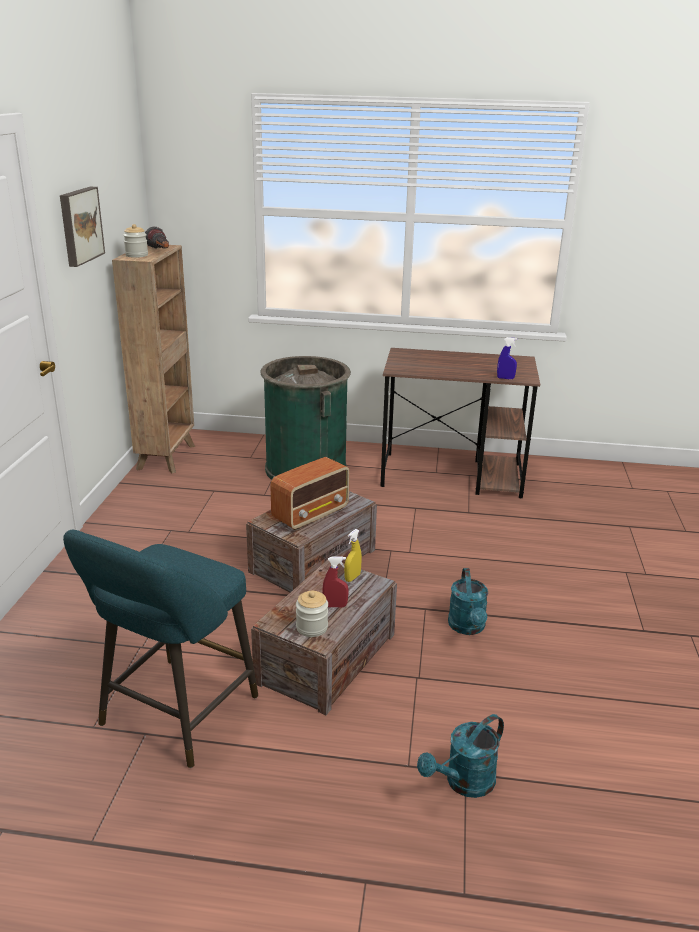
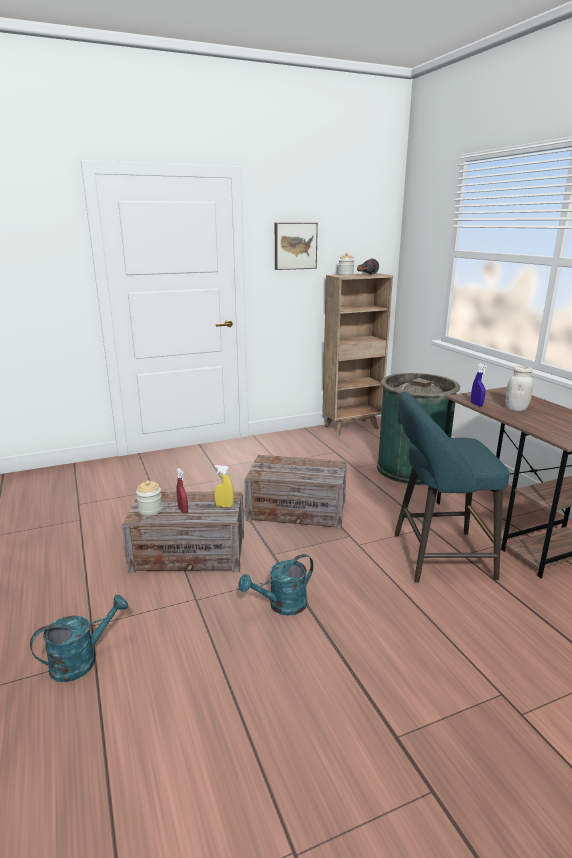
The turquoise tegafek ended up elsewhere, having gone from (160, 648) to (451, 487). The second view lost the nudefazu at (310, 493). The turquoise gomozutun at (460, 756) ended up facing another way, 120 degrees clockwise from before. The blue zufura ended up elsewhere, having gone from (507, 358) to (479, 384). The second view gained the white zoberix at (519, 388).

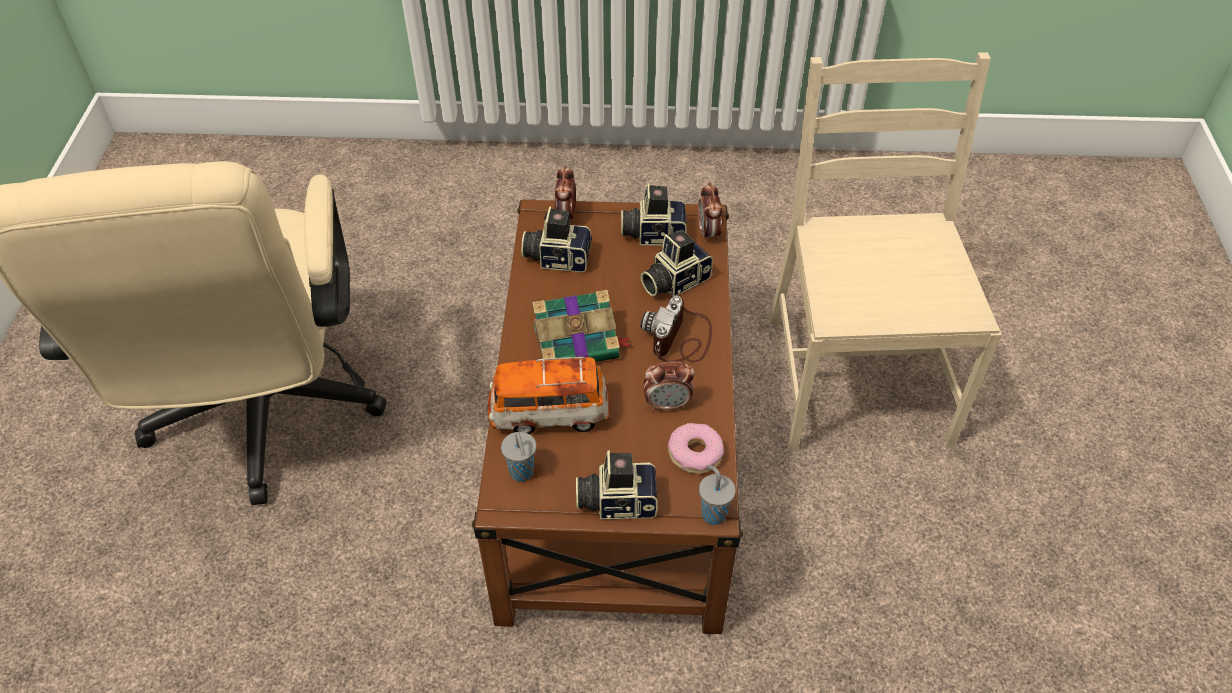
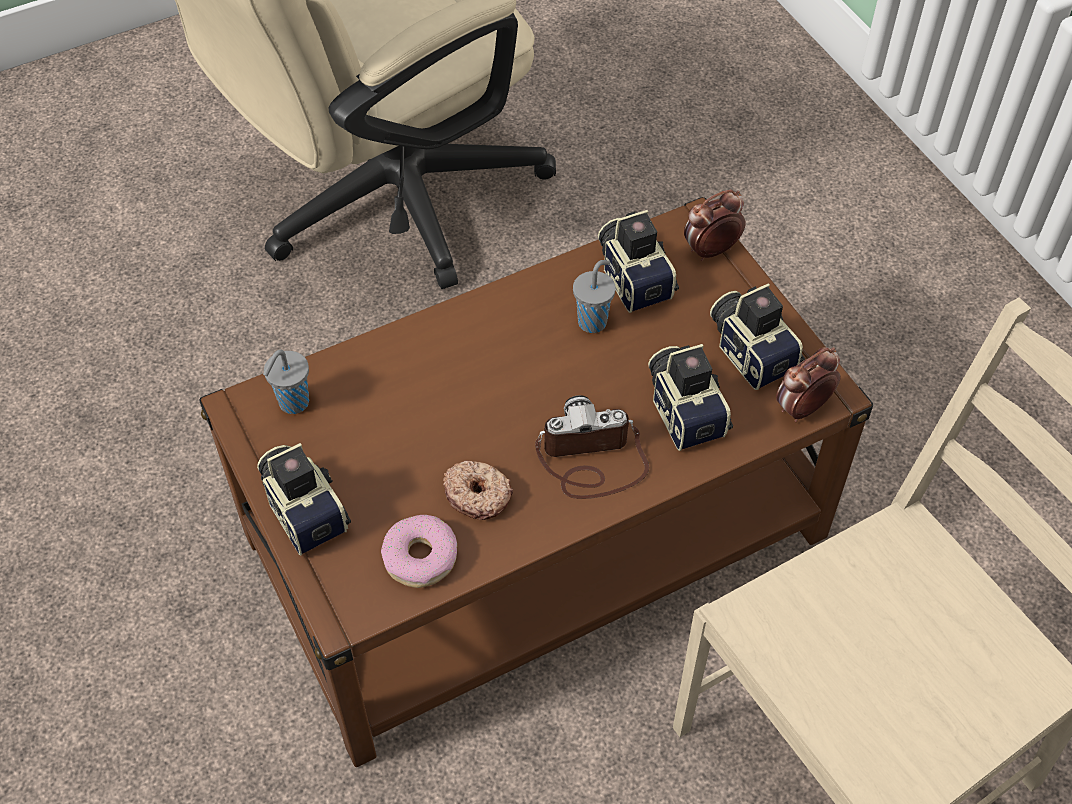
The second view lost the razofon at (548, 395). The second view lost the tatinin at (582, 326). The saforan at (677, 263) ended up facing another way, 45 degrees clockwise from before. Where the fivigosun stood at (669, 386), the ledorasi came to stand at (478, 490). The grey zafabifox ended up elsewhere, having gone from (717, 495) to (594, 296).

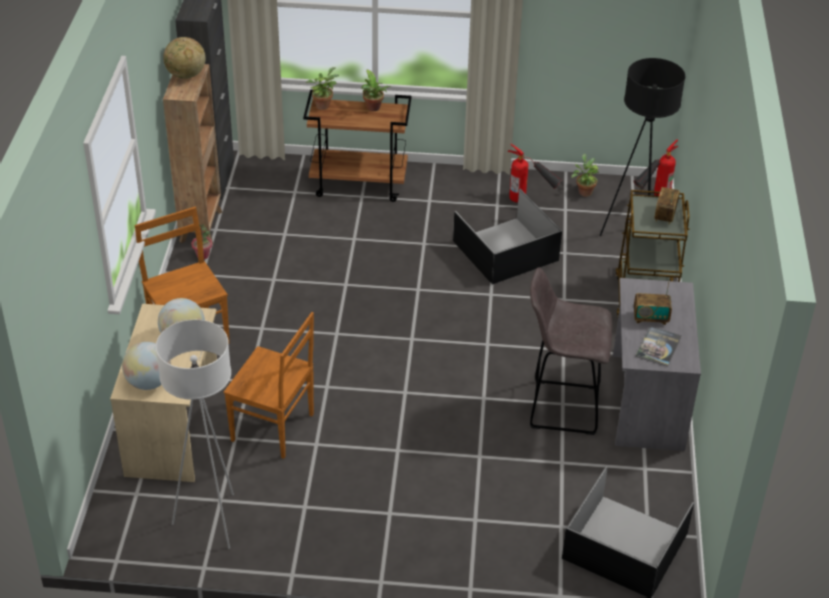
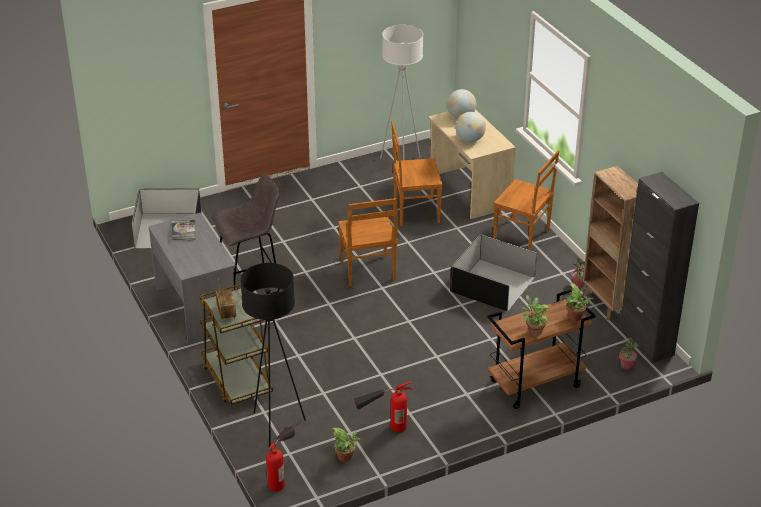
The second view lost the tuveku at (184, 58). The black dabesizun ended up elsewhere, having gone from (507, 236) to (493, 272). The second view lost the nudefazu at (653, 303). The second view gained the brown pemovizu at (368, 242). The second view gained the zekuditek at (628, 354).

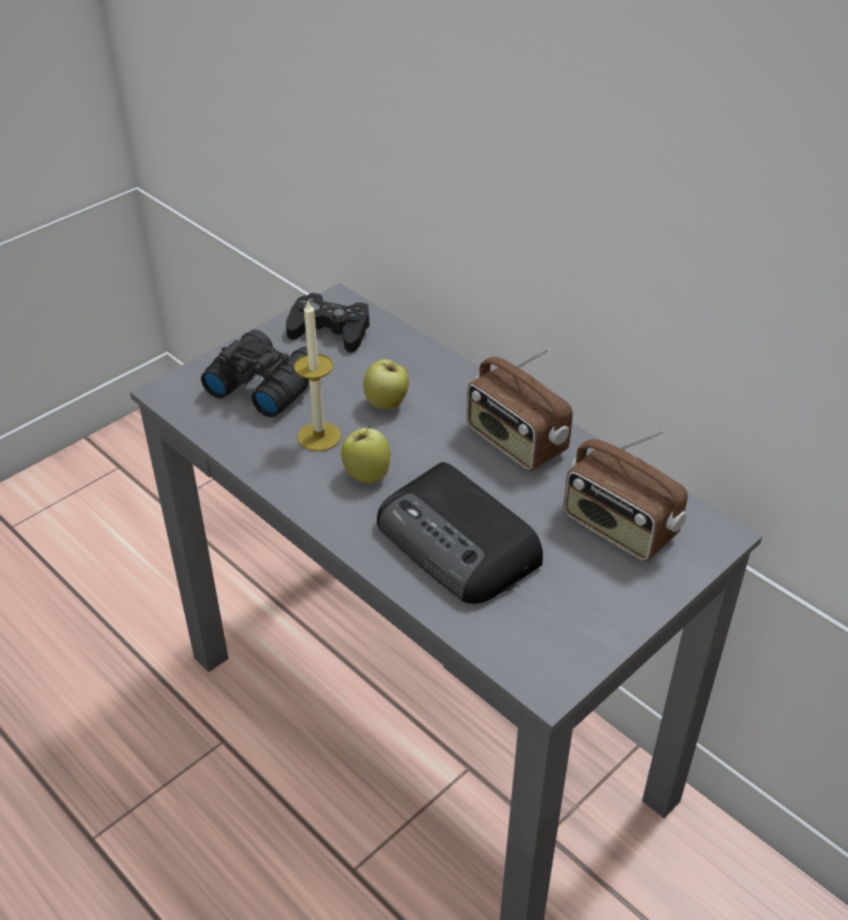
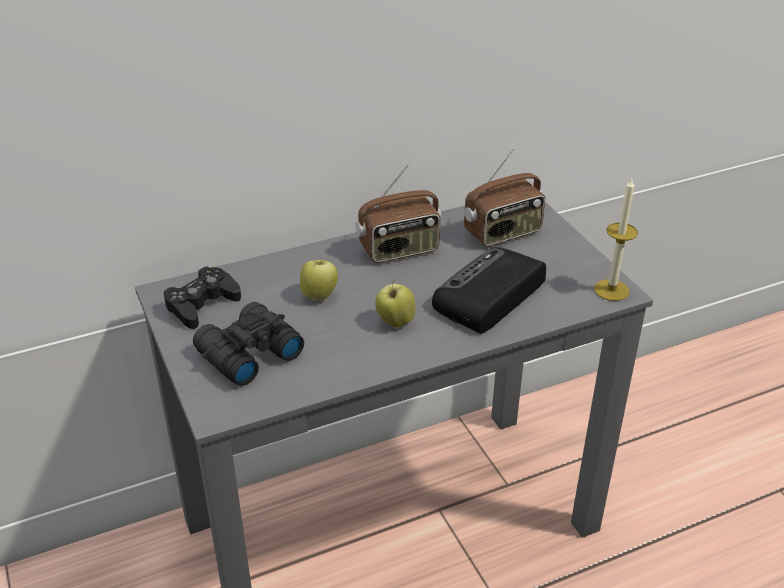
The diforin ended up elsewhere, having gone from (317, 375) to (616, 239). The nudefazu at (460, 533) ended up facing another way, 150 degrees clockwise from before.

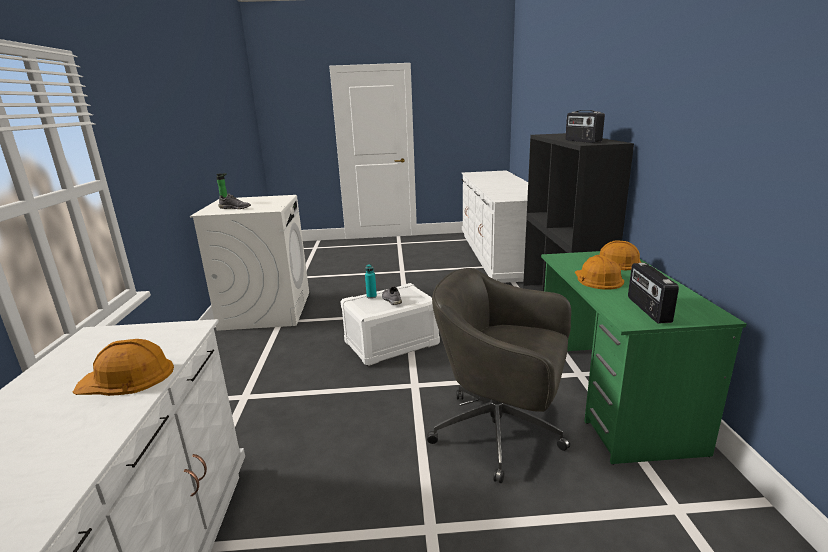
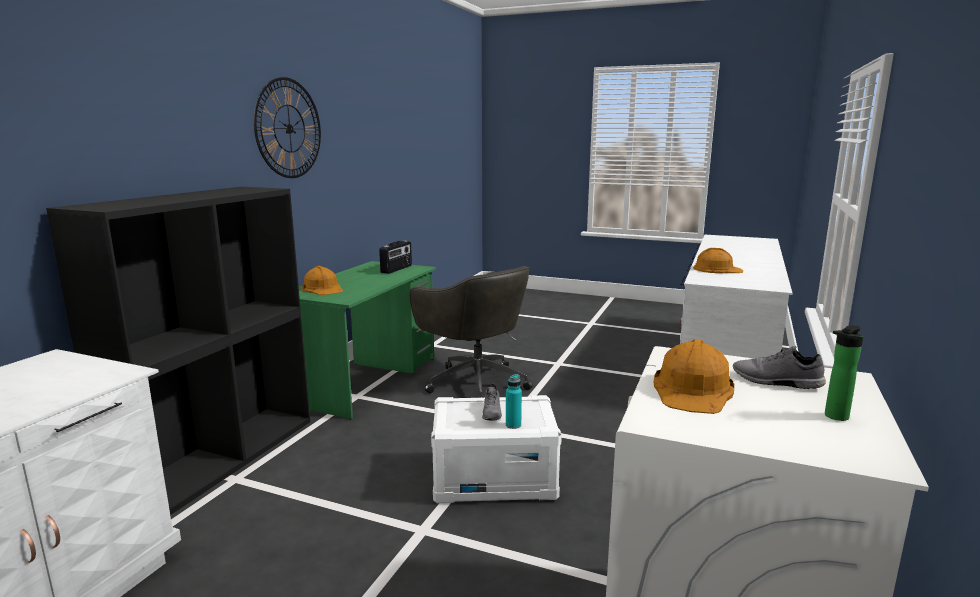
The second view lost the nudefazu at (585, 126). The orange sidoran ended up elsewhere, having gone from (599, 272) to (694, 376). The second view gained the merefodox at (287, 127).

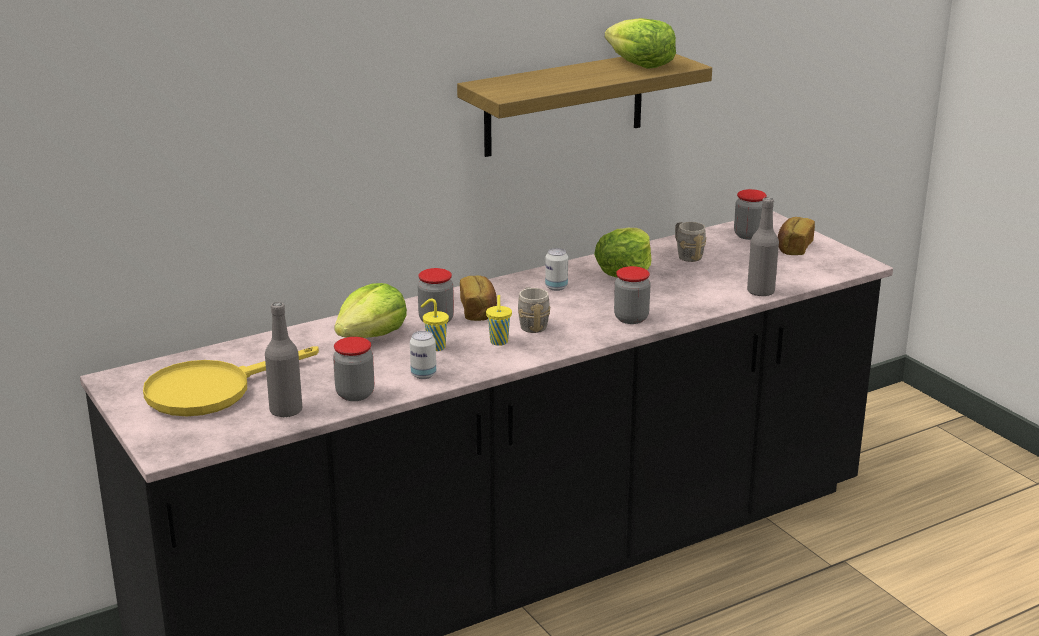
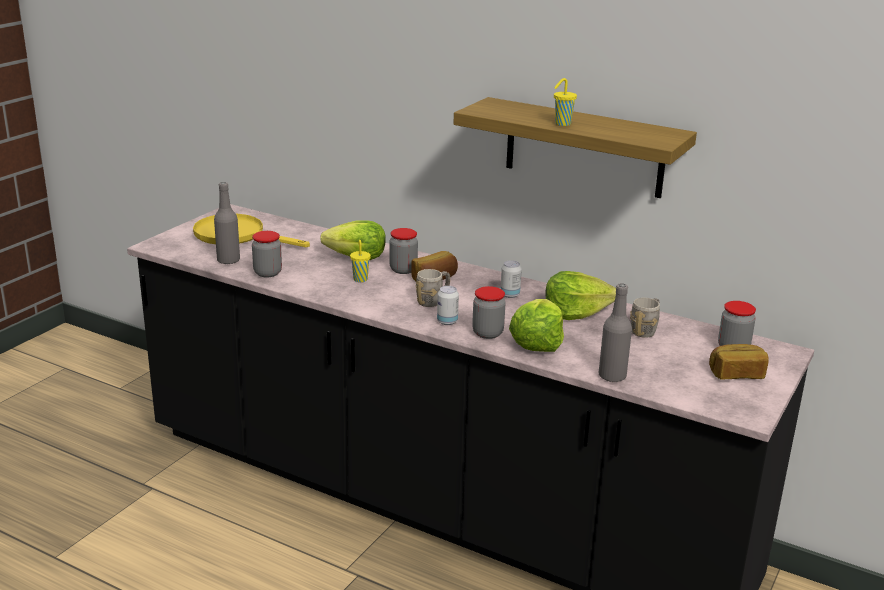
The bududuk ended up elsewhere, having gone from (423, 355) to (448, 305). The yellow zafabifox ended up elsewhere, having gone from (499, 320) to (565, 102). The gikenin ended up elsewhere, having gone from (640, 43) to (536, 325).

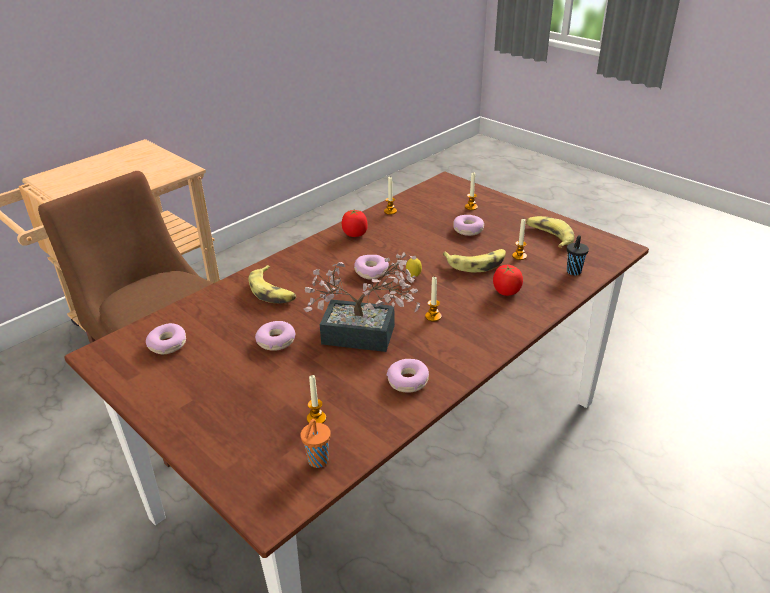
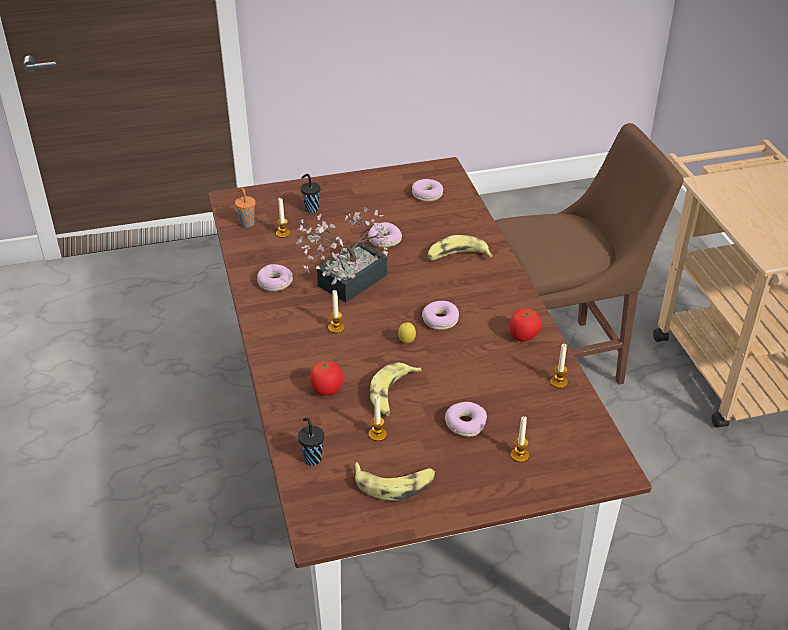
The second view gained the black zafabifox at (310, 193).

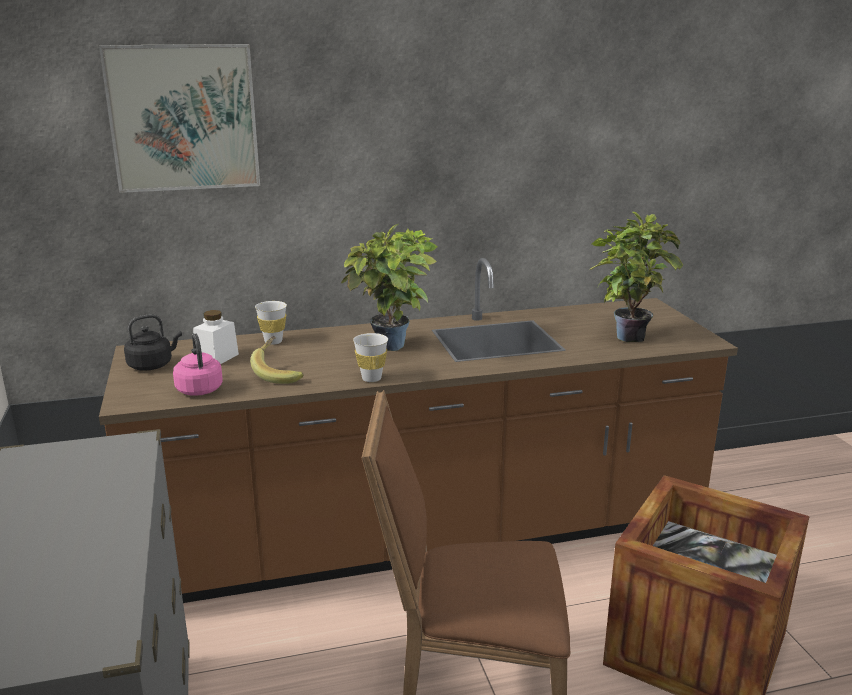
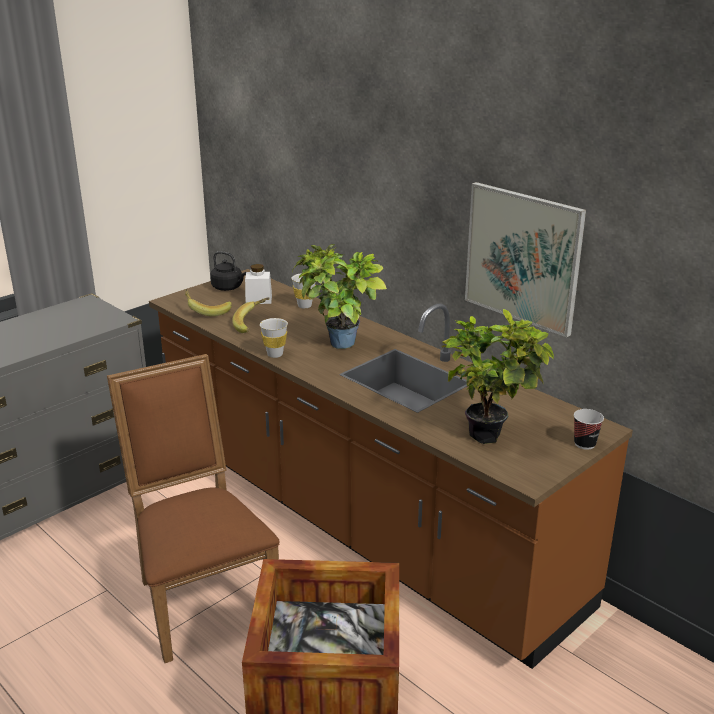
The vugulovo ended up elsewhere, having gone from (179, 118) to (525, 259). Where the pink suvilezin stood at (198, 364), the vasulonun came to stand at (208, 302). The second view gained the zafabifox at (589, 429).

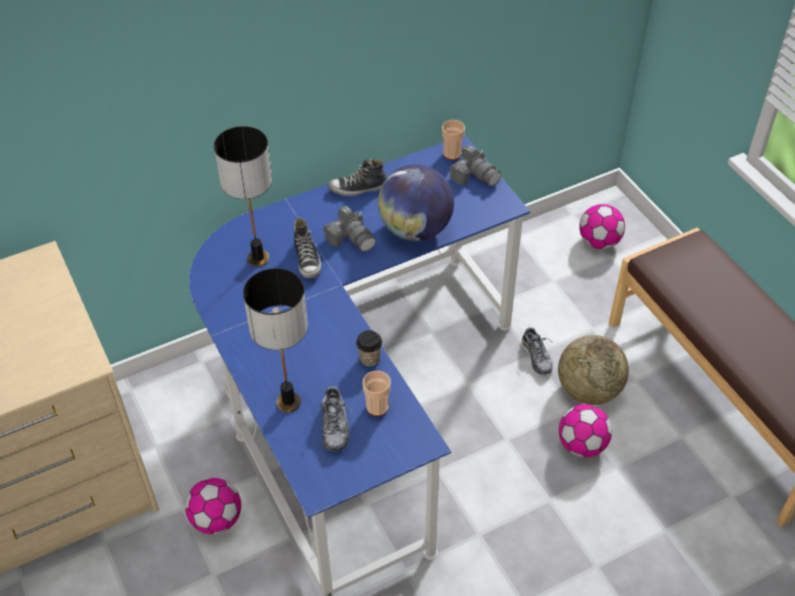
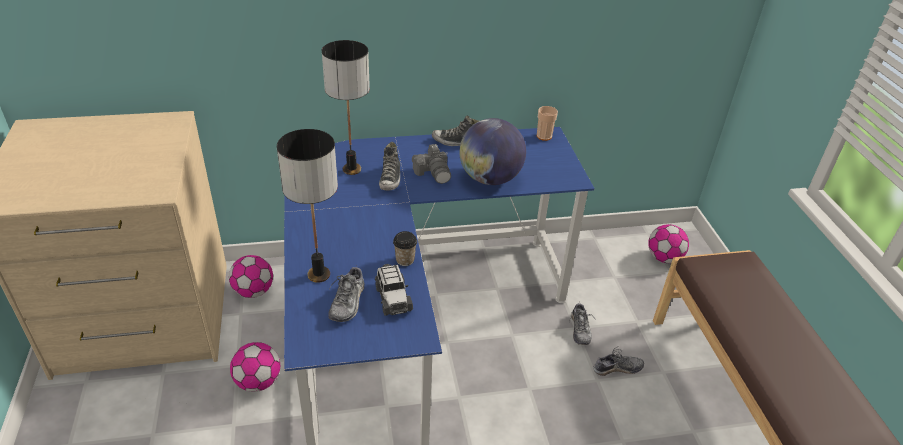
Where the zafabifox stood at (377, 393), the razofon came to stand at (394, 290). The second view lost the saforan at (475, 165). Where the tuveku stood at (593, 370), the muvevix came to stand at (618, 361). The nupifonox ended up elsewhere, having gone from (585, 430) to (251, 276).

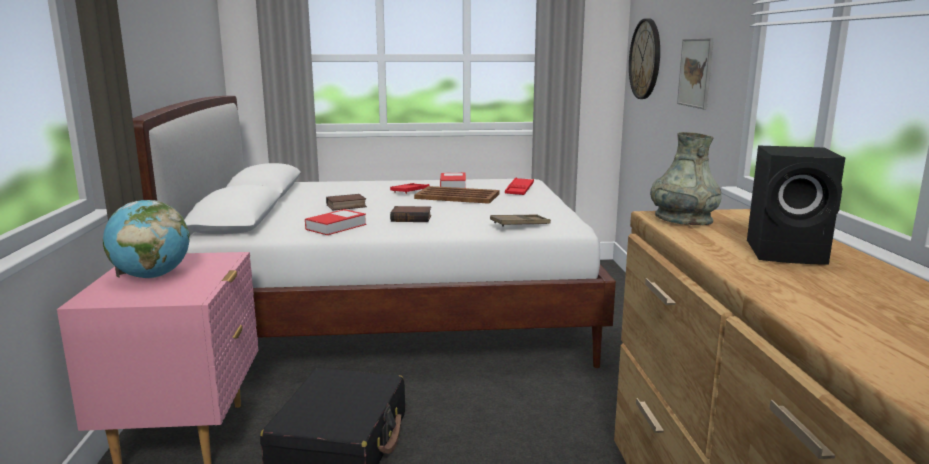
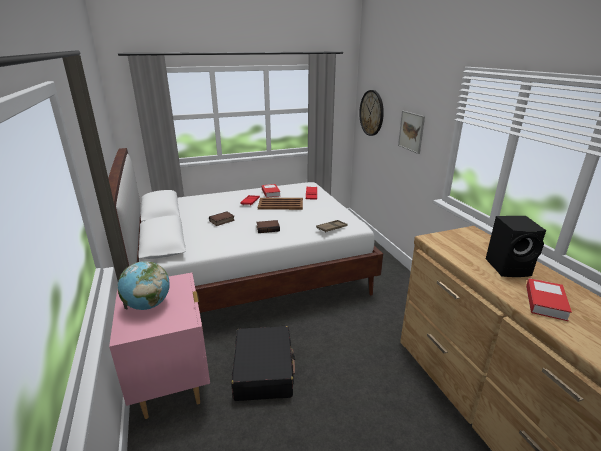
The tatinin ended up elsewhere, having gone from (335, 222) to (549, 299). The second view lost the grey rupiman at (686, 178).

